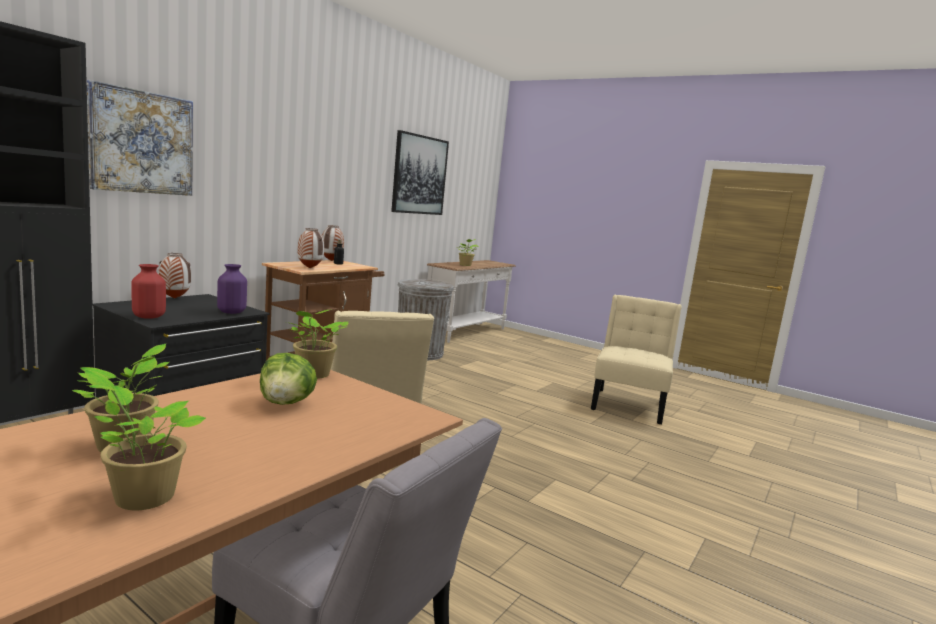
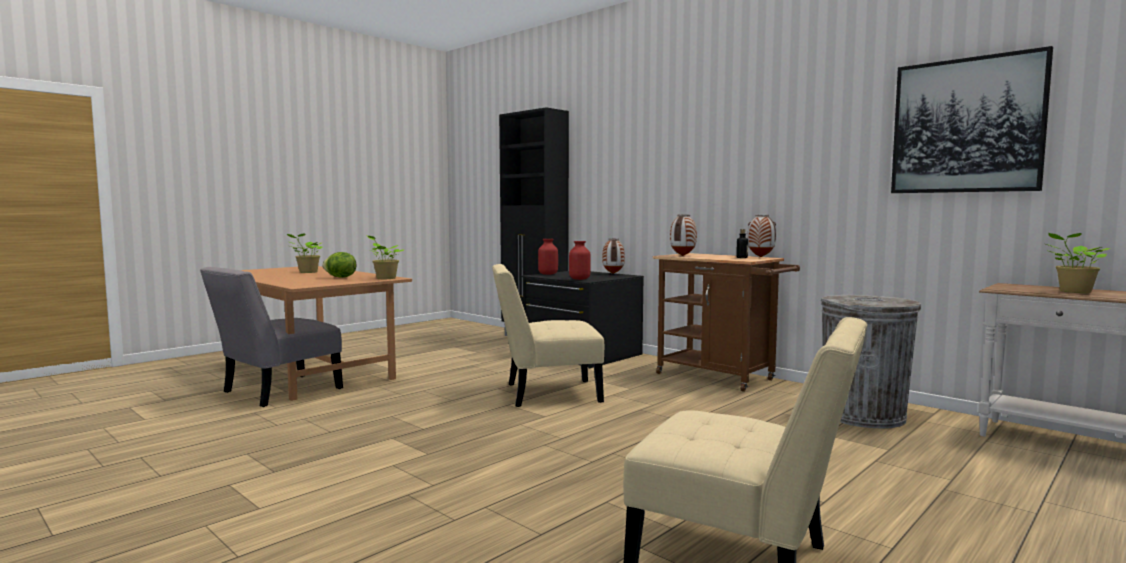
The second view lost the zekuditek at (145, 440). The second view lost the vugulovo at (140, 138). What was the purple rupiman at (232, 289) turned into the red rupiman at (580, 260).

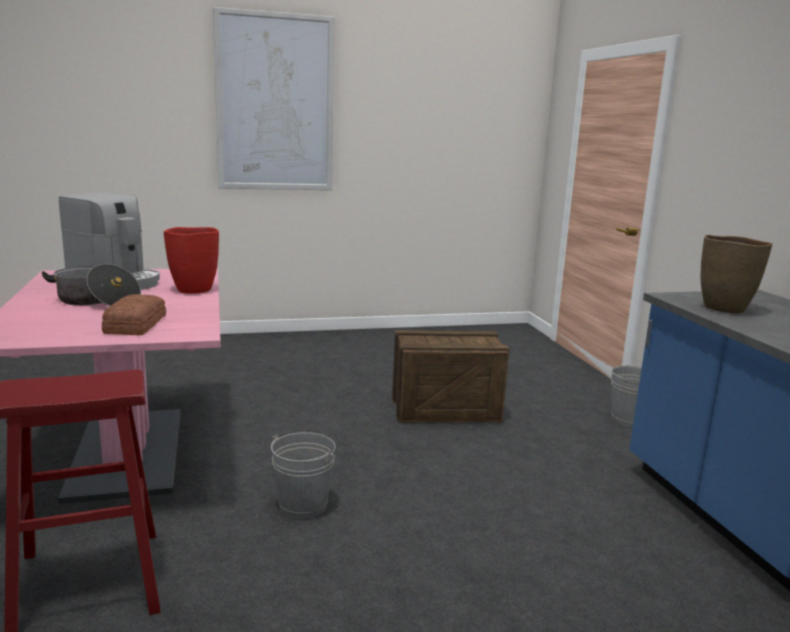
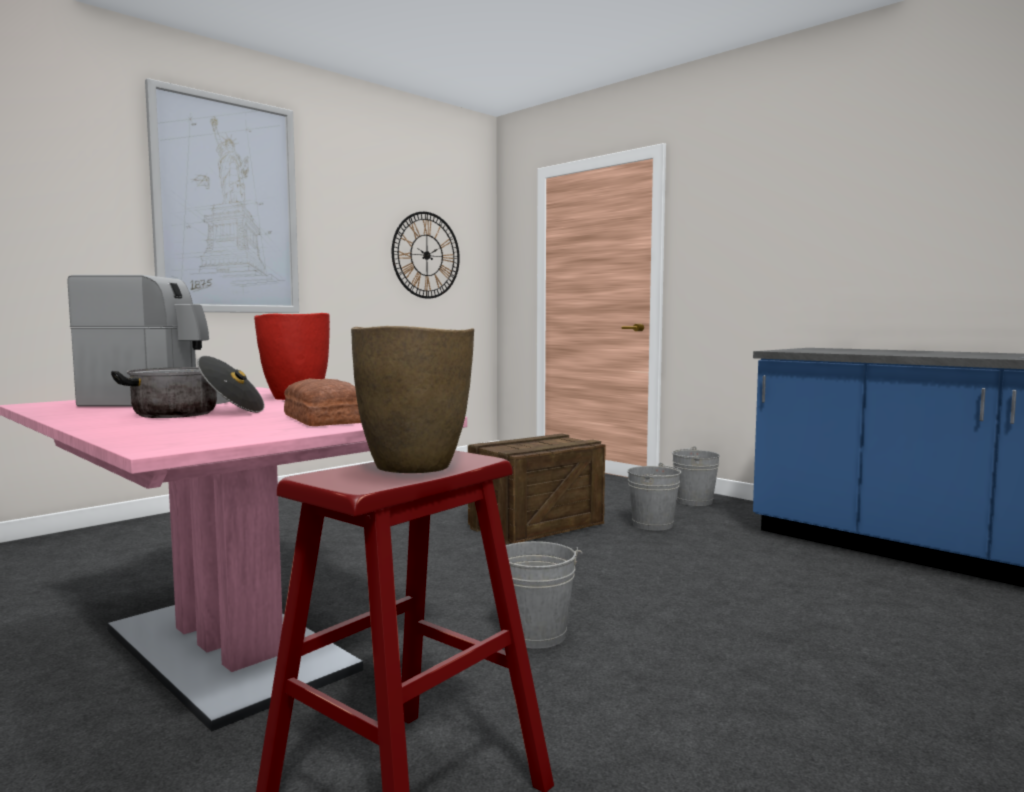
The brown rupiman ended up elsewhere, having gone from (736, 274) to (412, 399). The second view gained the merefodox at (426, 255). The second view gained the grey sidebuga at (654, 497).

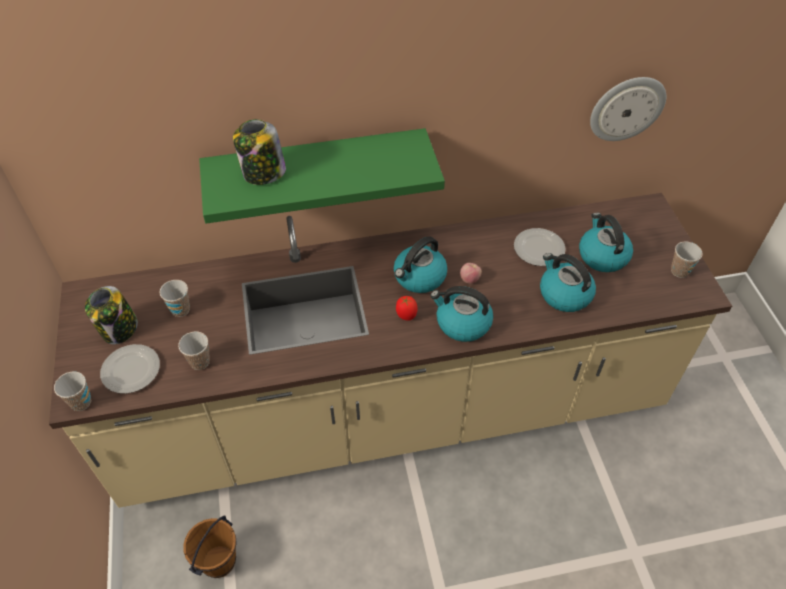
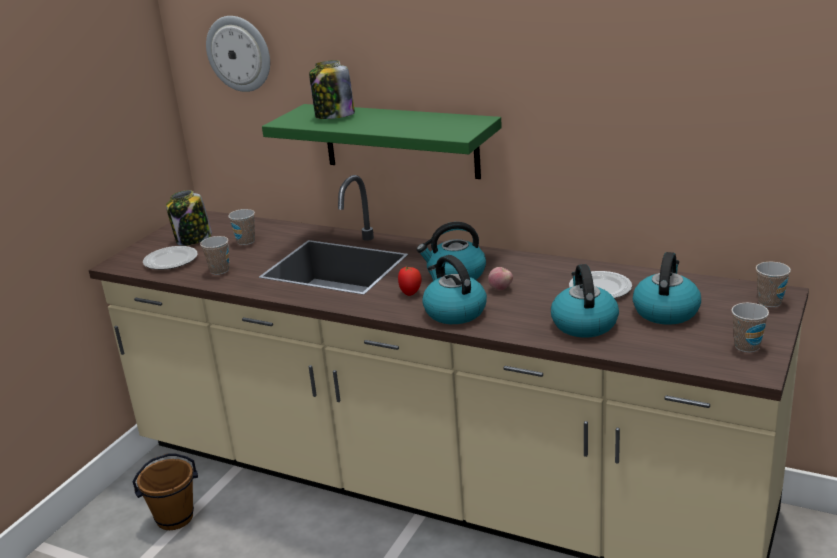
The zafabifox ended up elsewhere, having gone from (72, 391) to (773, 284). The merefodox ended up elsewhere, having gone from (628, 109) to (238, 54).

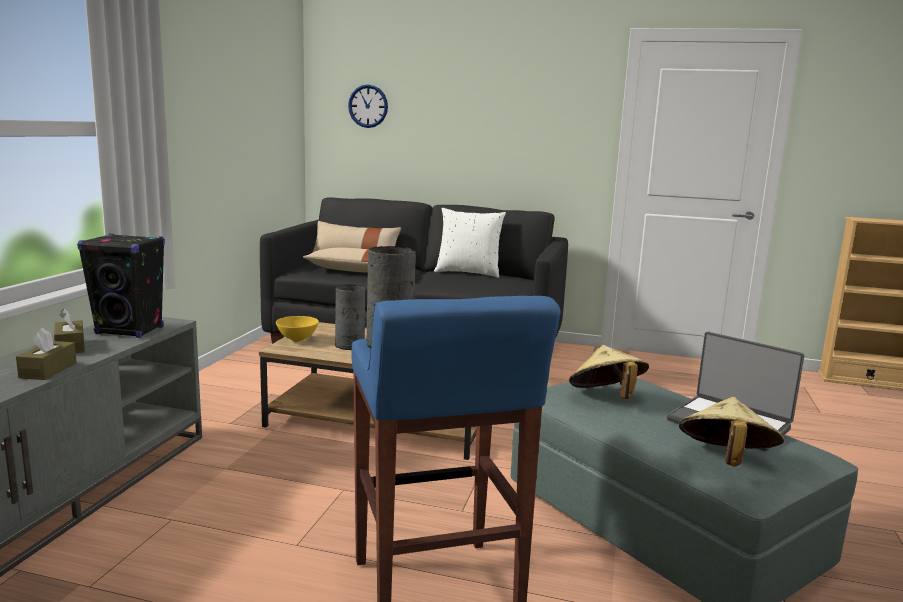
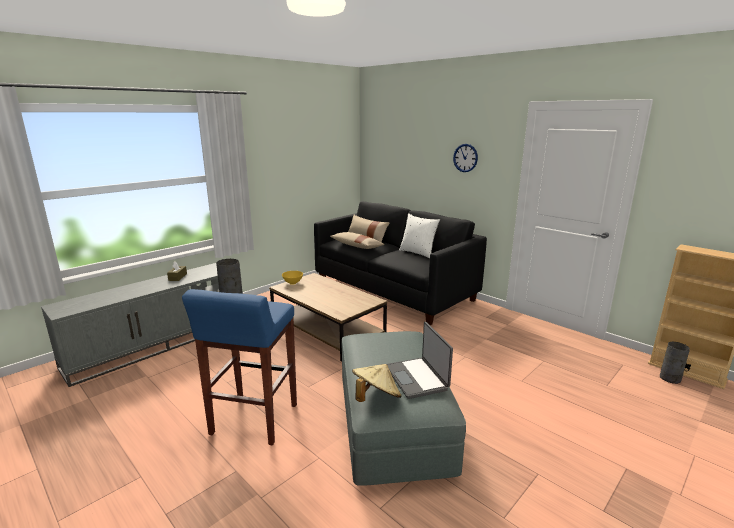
The second view lost the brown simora at (46, 354). The second view lost the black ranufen at (121, 286). The grey rupiman ended up elsewhere, having gone from (350, 317) to (675, 363). The merefodox ended up elsewhere, having gone from (368, 106) to (465, 158). The second view lost the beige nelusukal at (609, 372).

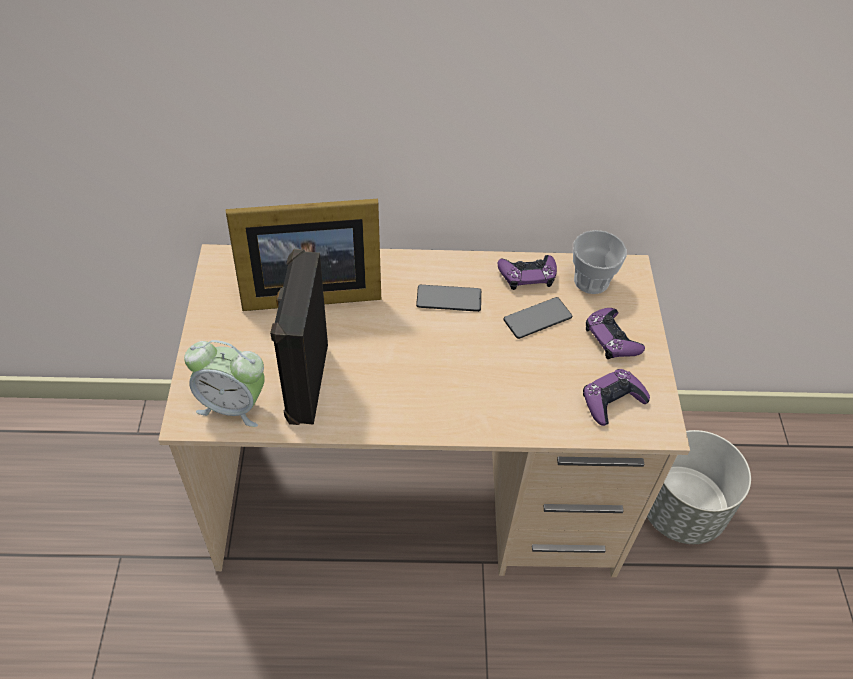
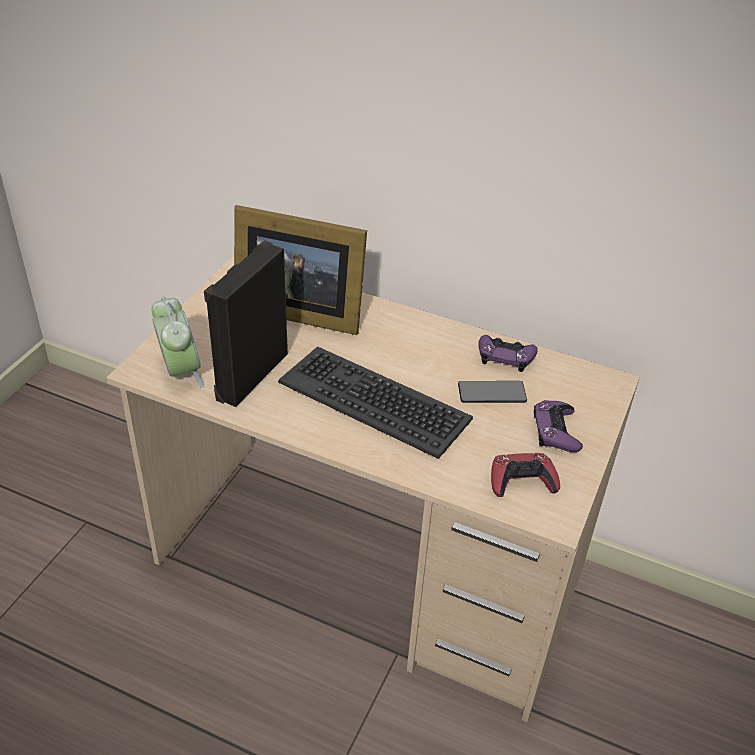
The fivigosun at (224, 383) ended up facing another way, 150 degrees counterclockwise from before. The second view lost the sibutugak at (448, 298). The second view lost the zafabifox at (600, 262). What was the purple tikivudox at (616, 397) turned into the red tikivudox at (525, 475). The second view lost the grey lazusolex at (699, 487). The second view gained the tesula at (375, 402).

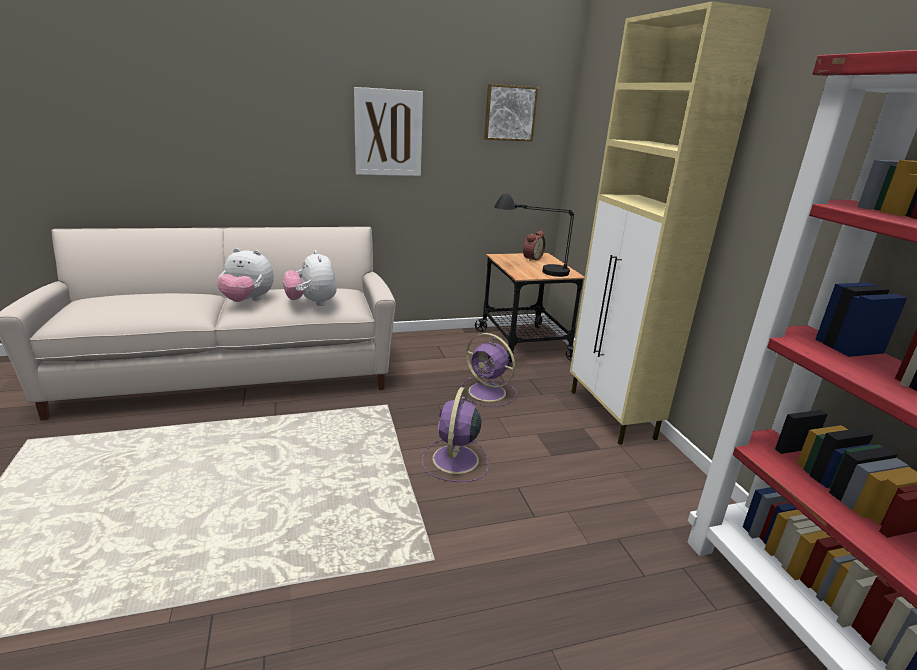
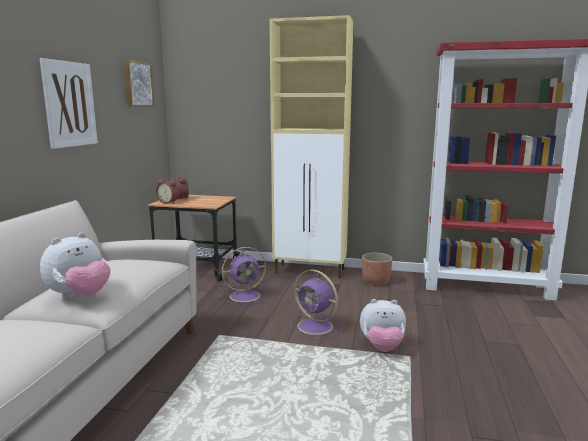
The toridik ended up elsewhere, having gone from (310, 278) to (383, 325). The second view lost the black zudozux at (534, 235). The second view gained the fivigosun at (167, 191). The second view gained the lazusolex at (377, 269).

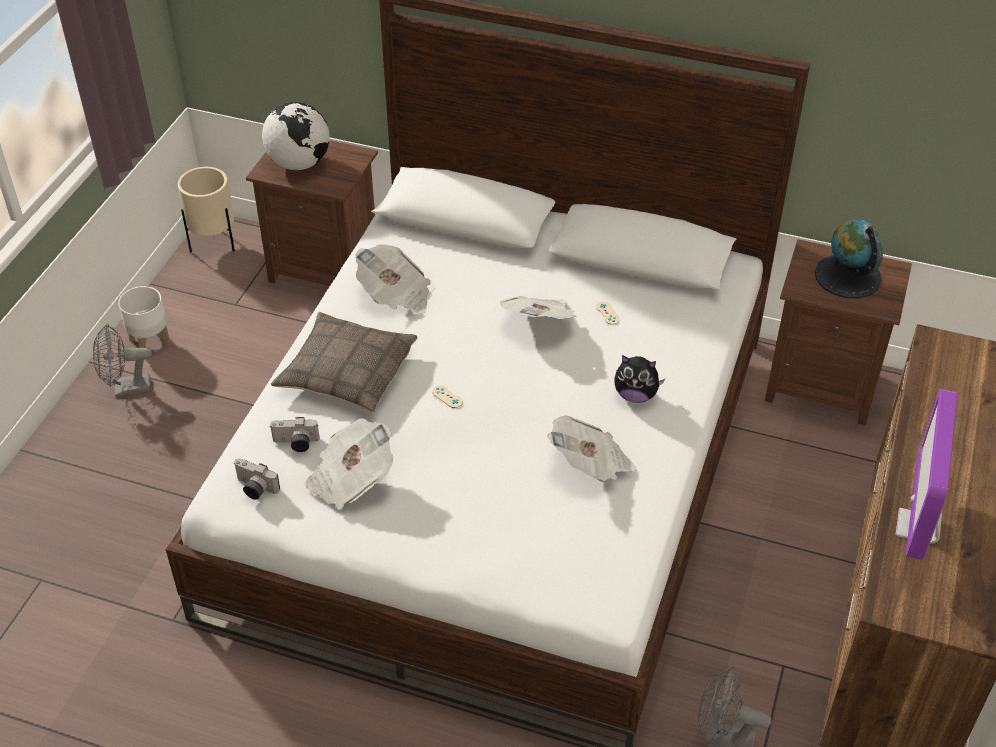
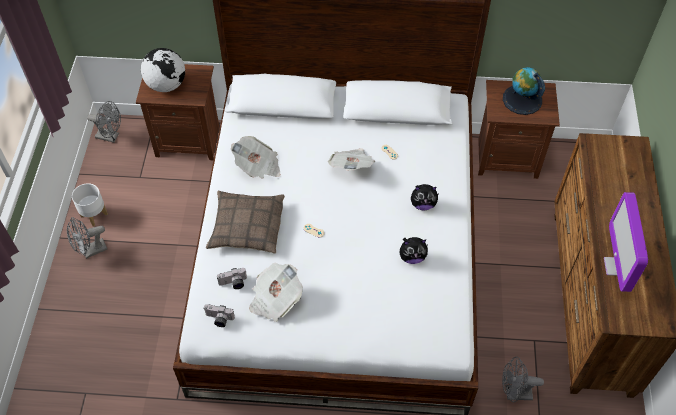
Where the beige lazusolex stood at (206, 210), the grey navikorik came to stand at (104, 122). Where the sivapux stood at (591, 449), the toridik came to stand at (413, 250).

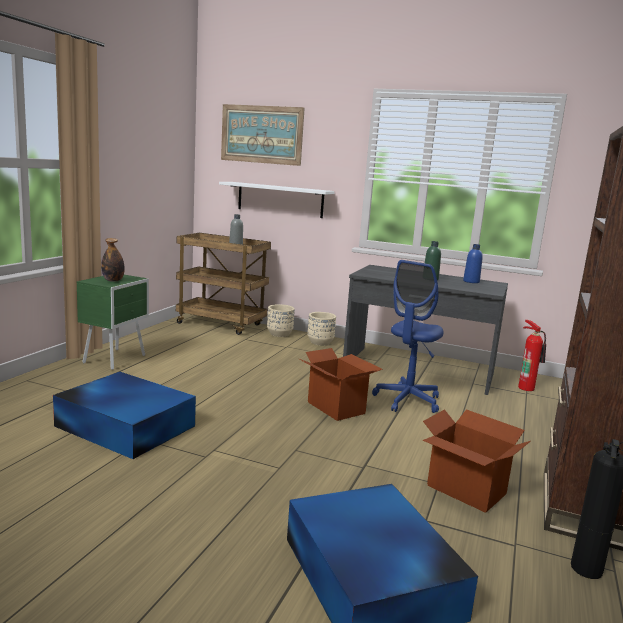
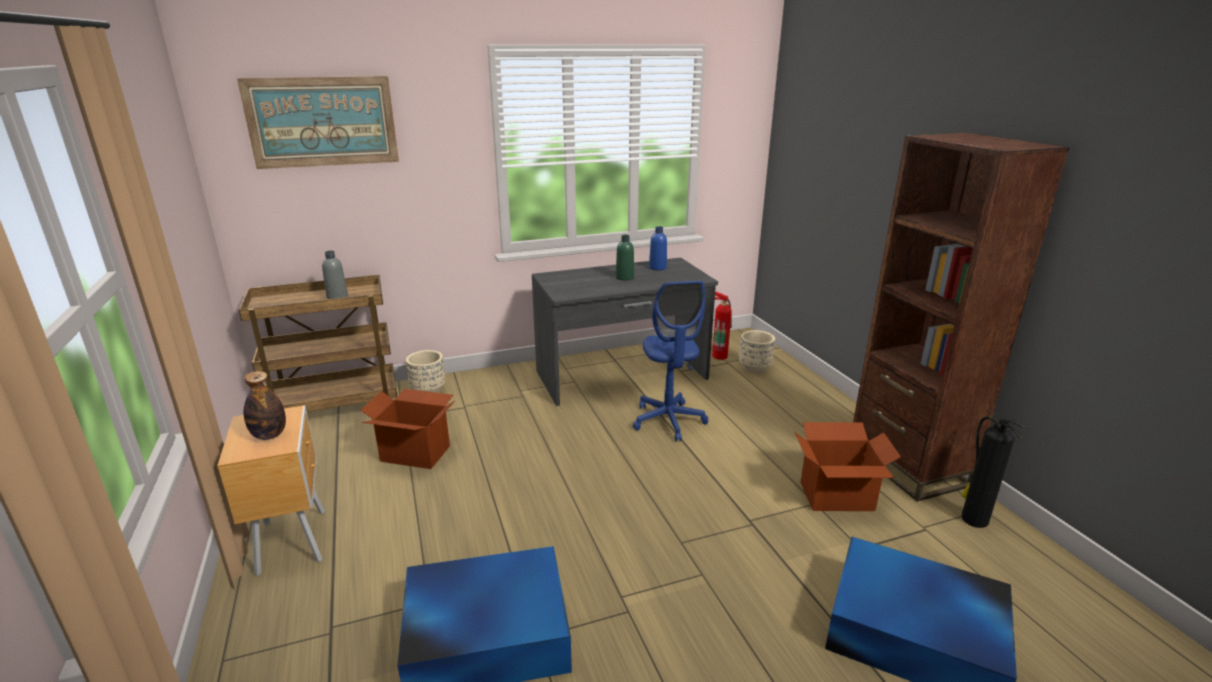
What was the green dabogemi at (112, 322) turned into the brown dabogemi at (271, 491). The second view lost the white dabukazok at (277, 200). The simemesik ended up elsewhere, having gone from (341, 384) to (408, 429). The beige lazusolex ended up elsewhere, having gone from (321, 329) to (757, 351).

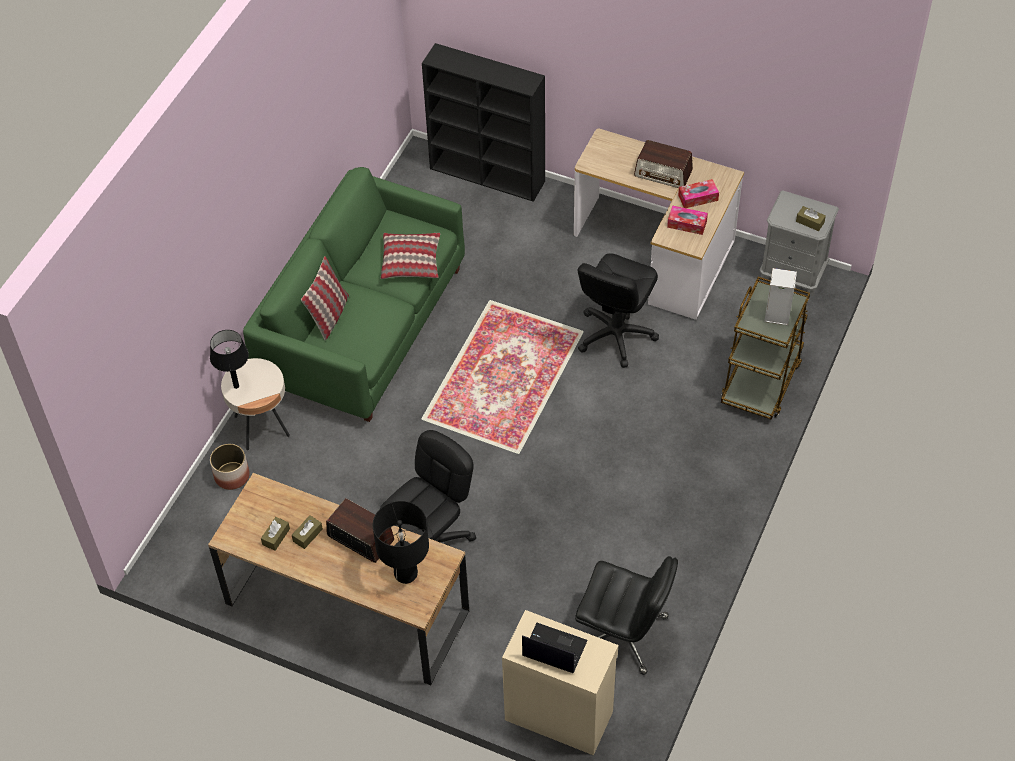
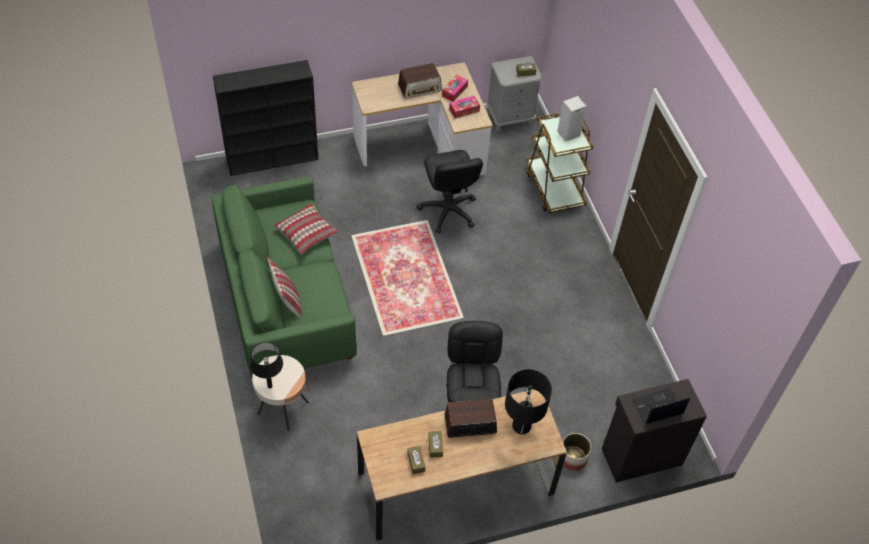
The lazusolex ended up elsewhere, having gone from (230, 467) to (577, 452). What was the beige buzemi at (560, 682) turned into the black buzemi at (654, 430). The second view lost the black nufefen at (626, 615).

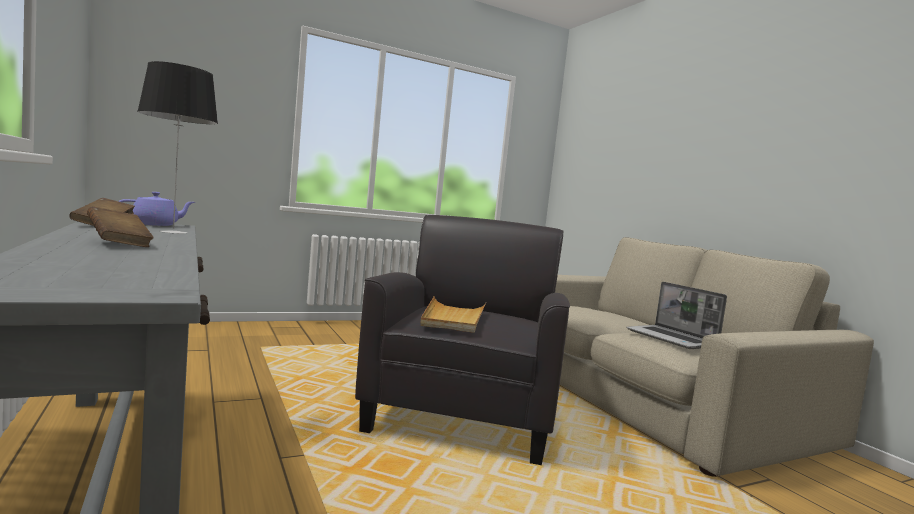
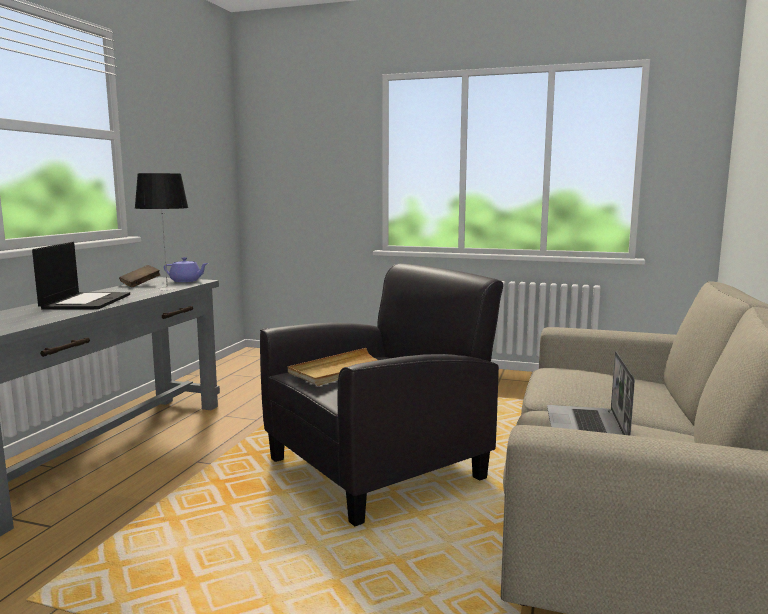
Where the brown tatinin stood at (120, 227), the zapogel came to stand at (81, 276).

